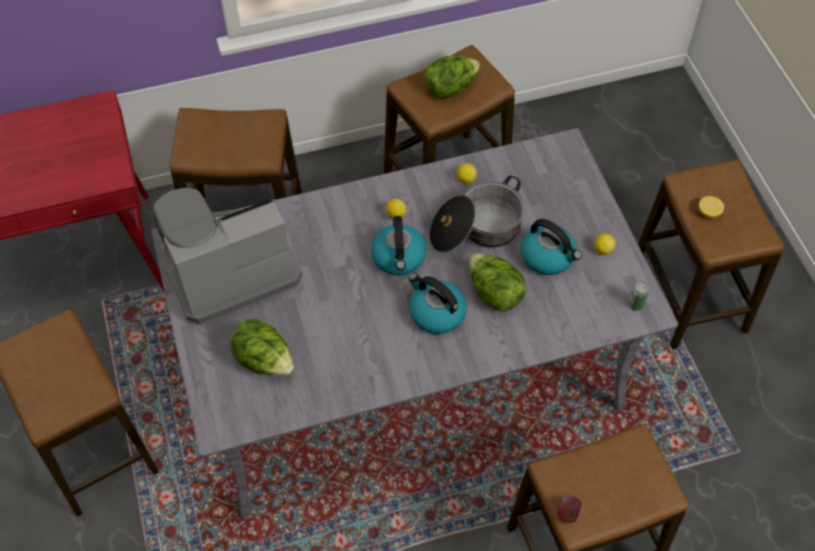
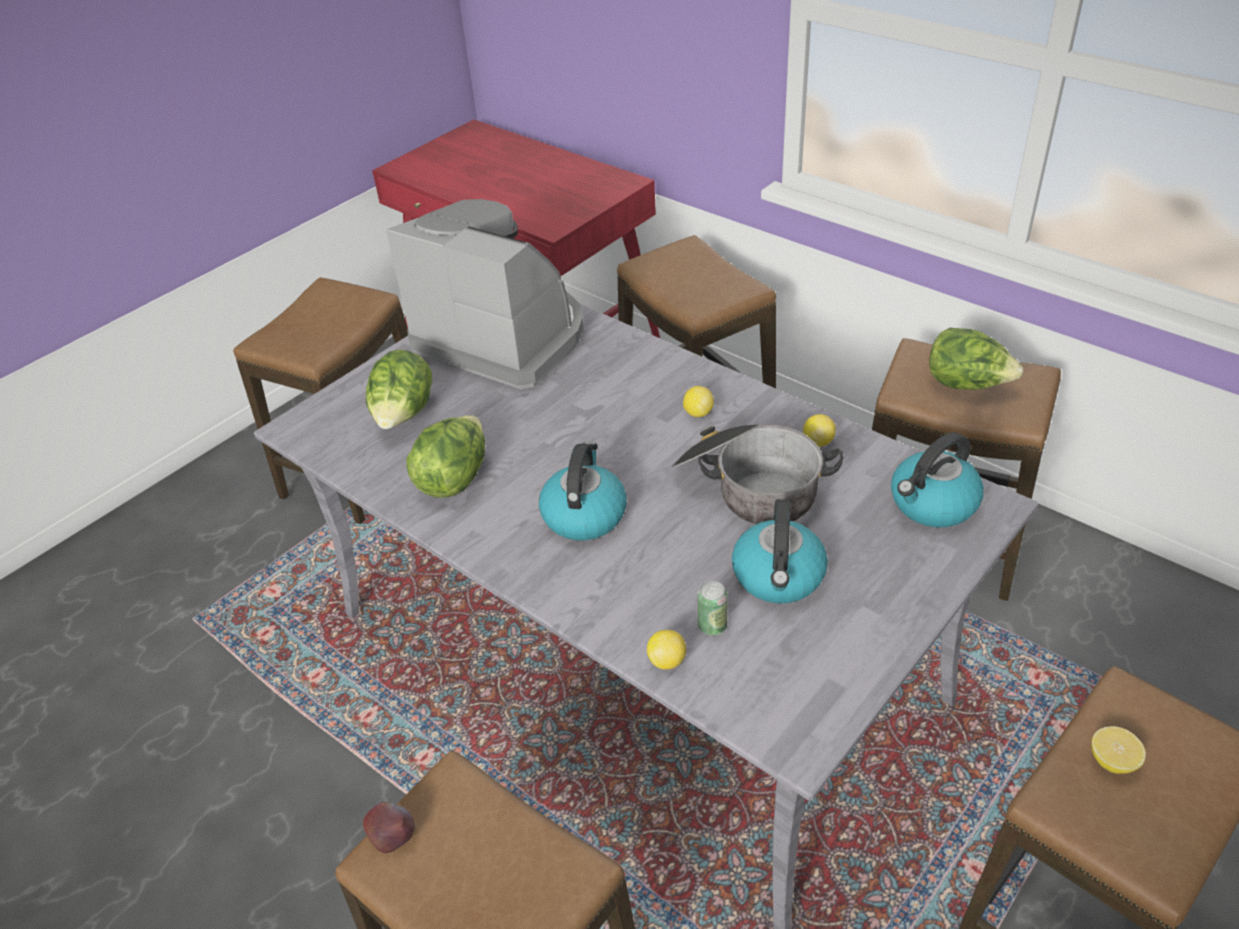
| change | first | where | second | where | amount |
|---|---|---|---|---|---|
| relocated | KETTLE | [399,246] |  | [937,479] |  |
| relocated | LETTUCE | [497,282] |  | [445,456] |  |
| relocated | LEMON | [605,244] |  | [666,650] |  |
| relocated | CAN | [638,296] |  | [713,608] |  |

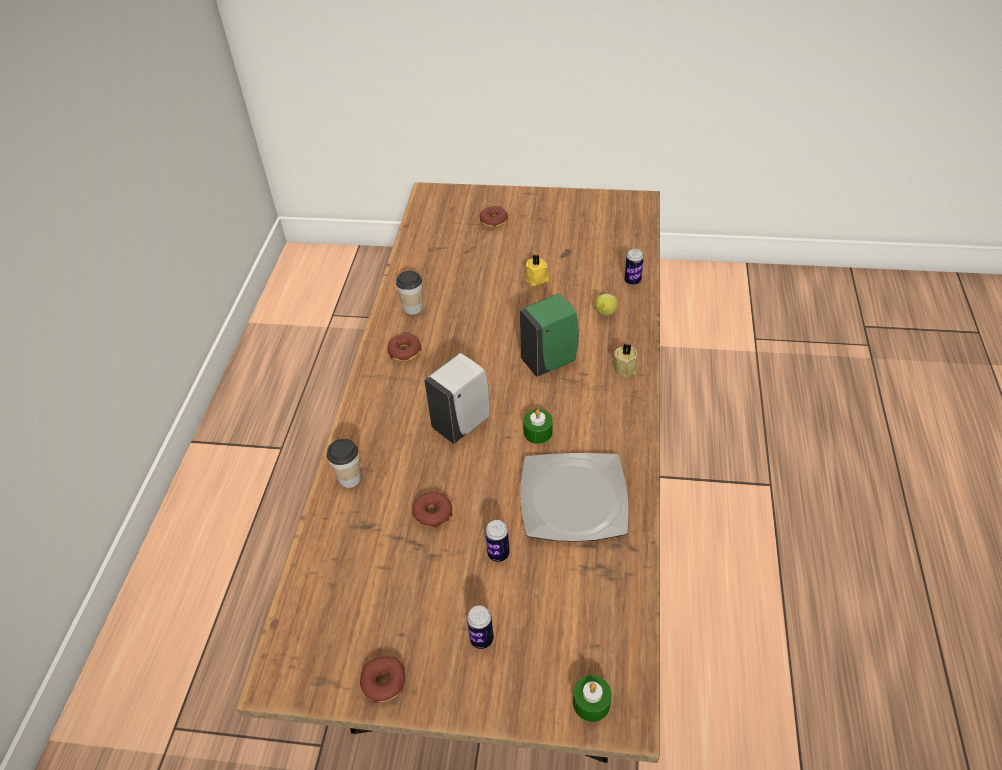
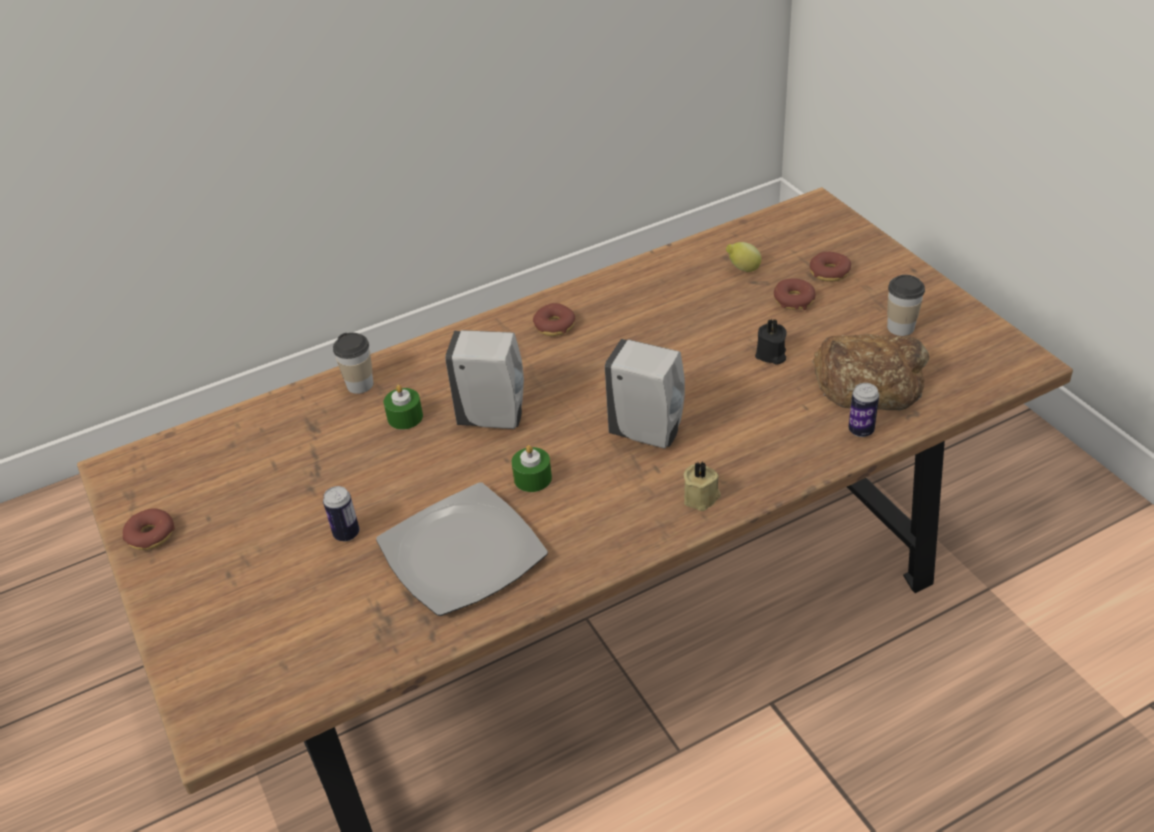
| change | first | where | second | where | amount |
|---|---|---|---|---|---|
| missing | CAN | [480,627] |  |  |  |
| appeared |  |  | BREAD | [870,372] |  |
| relocated | CUP | [409,293] |  | [906,305] |  |
| relocated | DONUT | [432,510] |  | [795,294] |  |
| relocated | GREEN CANDLE | [592,698] |  | [403,407] |  |
| relocated | LEMON | [606,304] |  | [743,257] |  |
| colour | GREEN SOAP DISPENSER | [549,335] | WHITE SOAP DISPENSER | [645,394] |  |
| colour | YELLOW CANDLE | [537,270] | BLACK CANDLE | [771,341] |  |

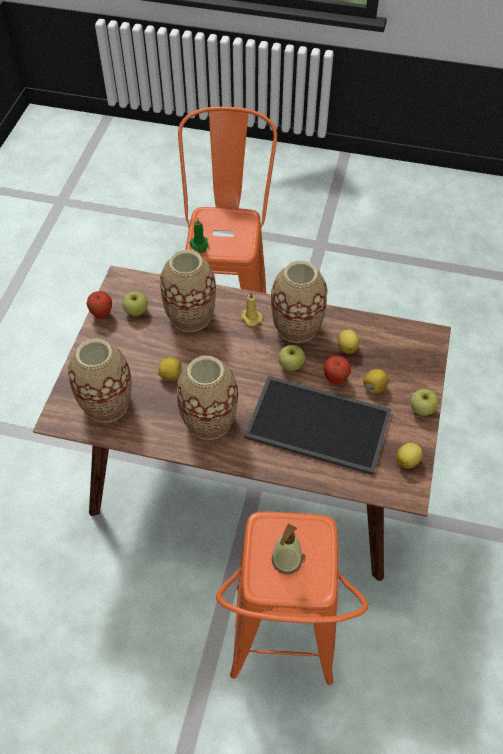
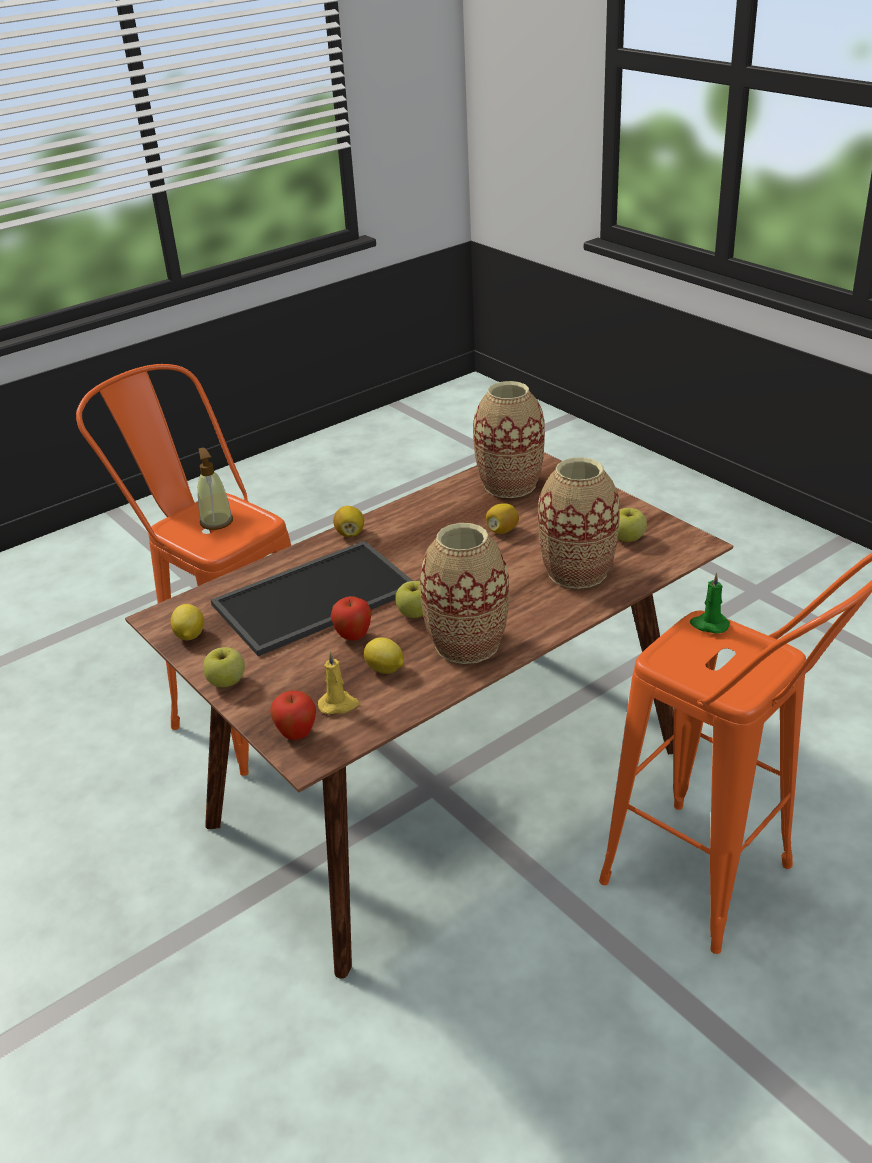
| change | first | where | second | where | amount |
|---|---|---|---|---|---|
| missing | VASE | [207,398] |  |  |  |
| relocated | APPLE | [99,305] |  | [293,715] |  |
| relocated | YELLOW CANDLE | [252,309] |  | [339,682] |  |
| relocated | LEMON | [376,381] |  | [348,521] |  |

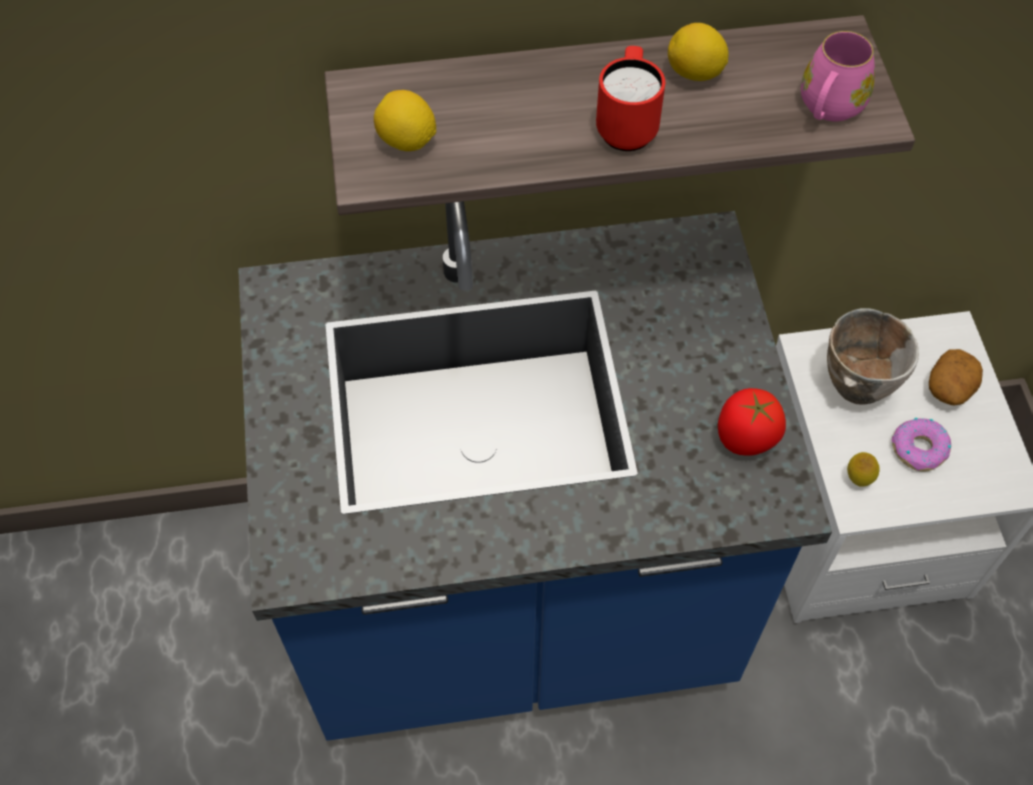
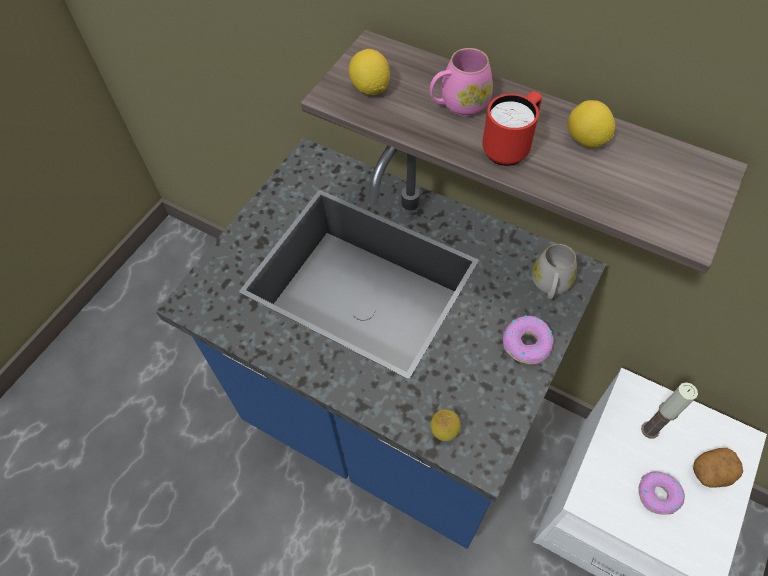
| change | first | where | second | where | amount |
|---|---|---|---|---|---|
| missing | TOMATO | [752,422] |  |  |  |
| appeared |  |  | DONUT | [528,339] |  |
| appeared |  |  | WHITE MUG | [554,271] |  |
| relocated | PINK MUG | [838,76] |  | [461,82] |  |
| relocated | LEMON | [863,469] |  | [445,425] |  |
| exchanged | BOWL | [873,356] | CANDLE | [669,410] |  |

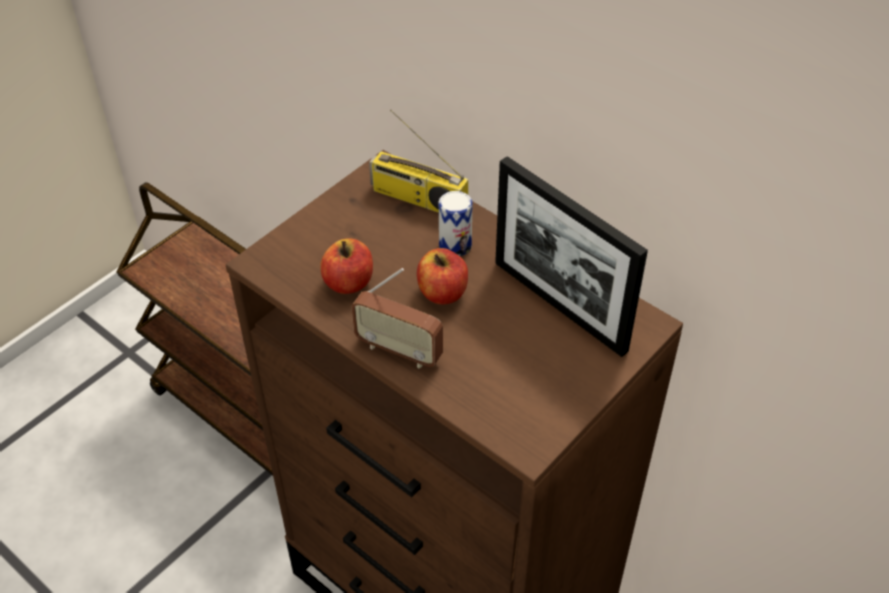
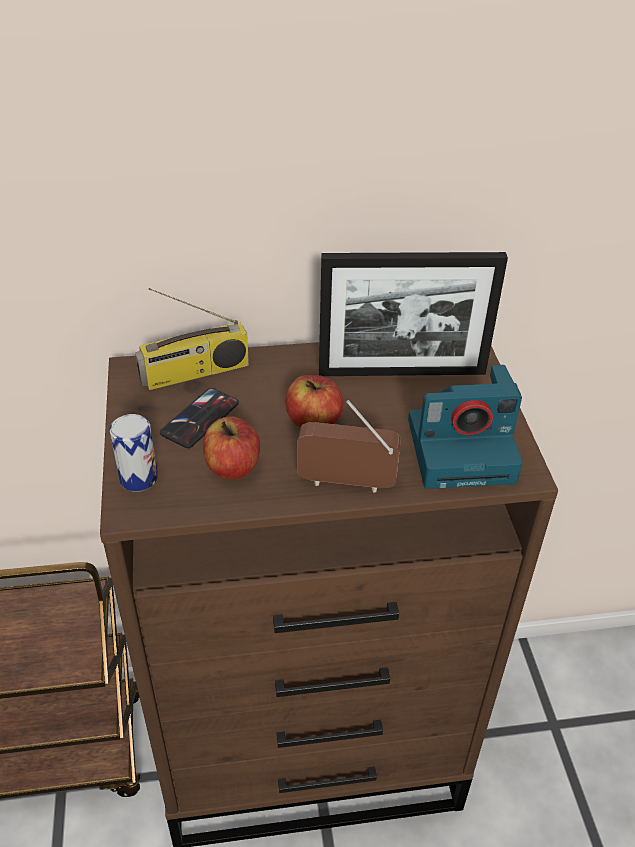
| change | first | where | second | where | amount |
|---|---|---|---|---|---|
| appeared |  |  | PHONE | [199,418] |  |
| appeared |  |  | PHOTO CAMERA | [465,427] |  |
| relocated | CAN | [455,223] |  | [133,453] |  |
| spun | RADIO | [397,318] |  | [349,446] | 150 degrees counterclockwise |

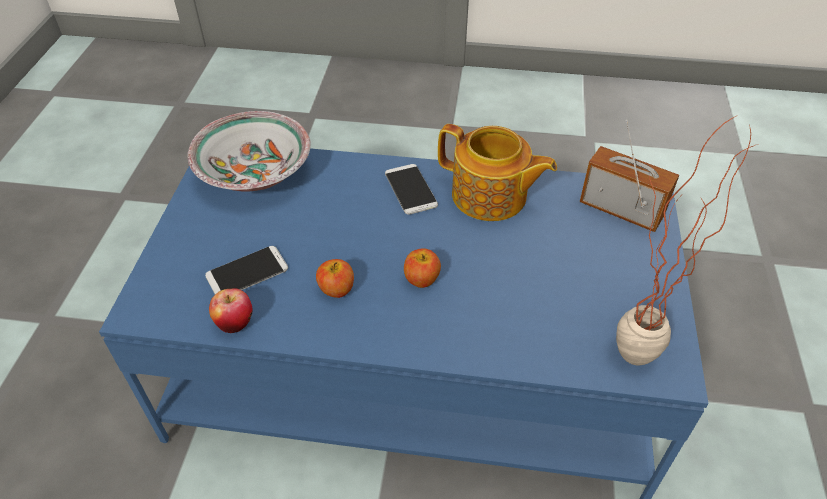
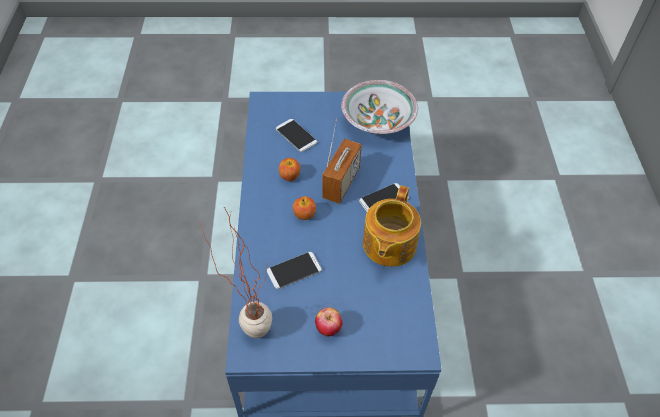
| change | first | where | second | where | amount |
|---|---|---|---|---|---|
| appeared |  |  | PHONE | [294,270] |  |
| relocated | APPLE | [231,310] |  | [328,322] |  |
| relocated | RADIO | [629,176] |  | [342,161] |  |

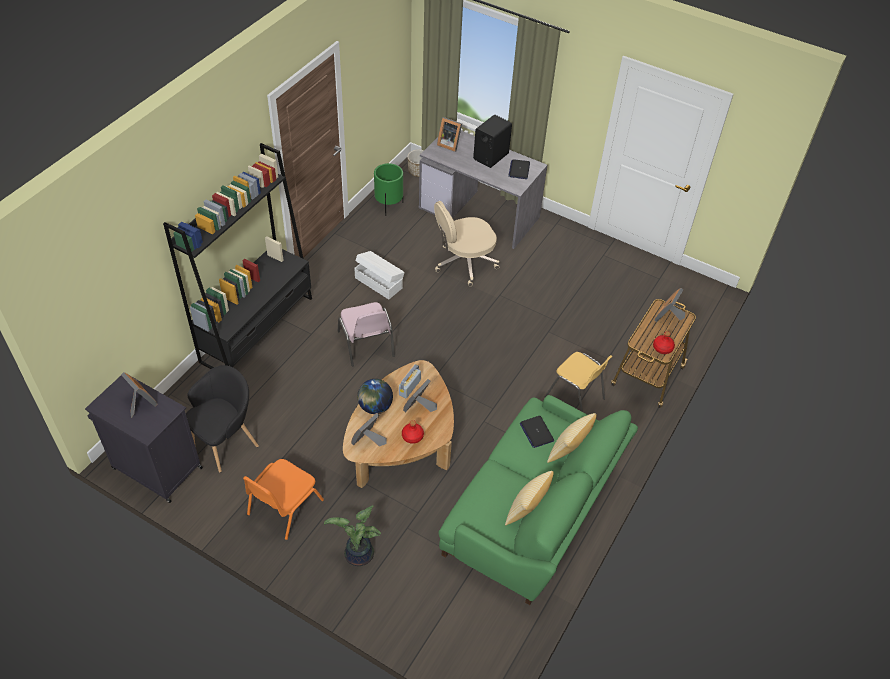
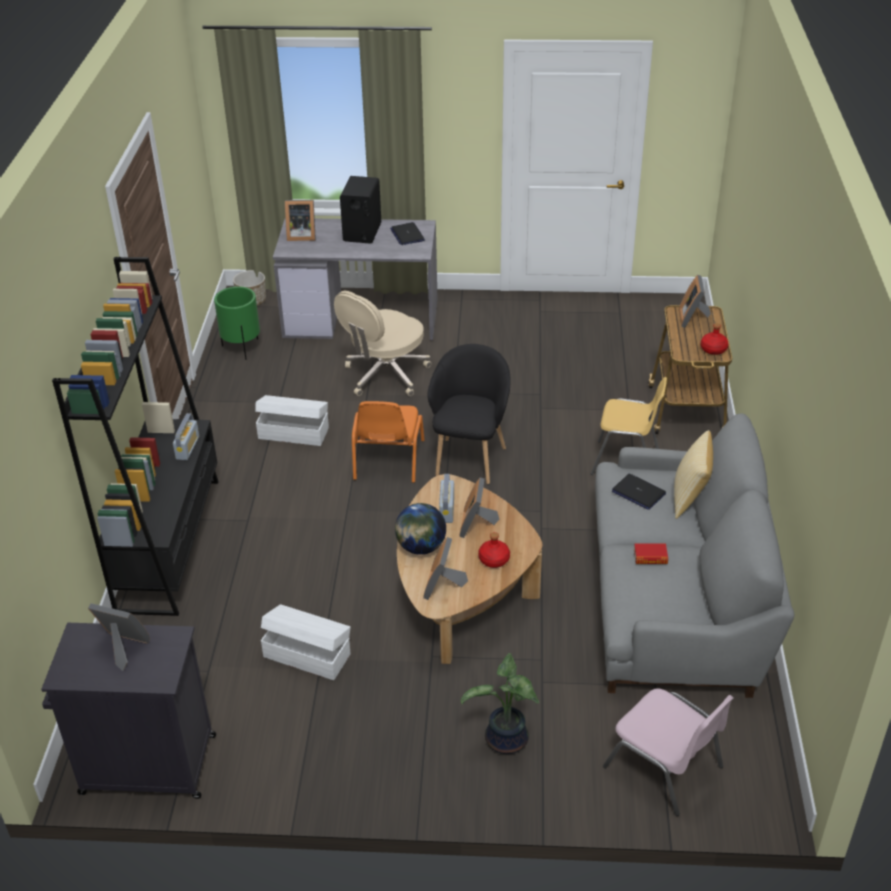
| change | first | where | second | where | amount |
|---|---|---|---|---|---|
| missing | PILLOW | [529,498] |  |  |  |
| appeared |  |  | RADIO | [186,436] |  |
| appeared |  |  | WHITE STORAGE BOX | [305,642] |  |
| appeared |  |  | BOOK | [651,553] |  |
| relocated | BLACK ARMCHAIR | [222,419] |  | [469,414] |  |
| relocated | ORANGE CHAIR | [283,499] |  | [388,442] |  |
| relocated | PINK CHAIR | [366,334] |  | [668,752] |  |
| colour | GREEN SOFA | [538,500] | GREY SOFA | [694,555] |  |

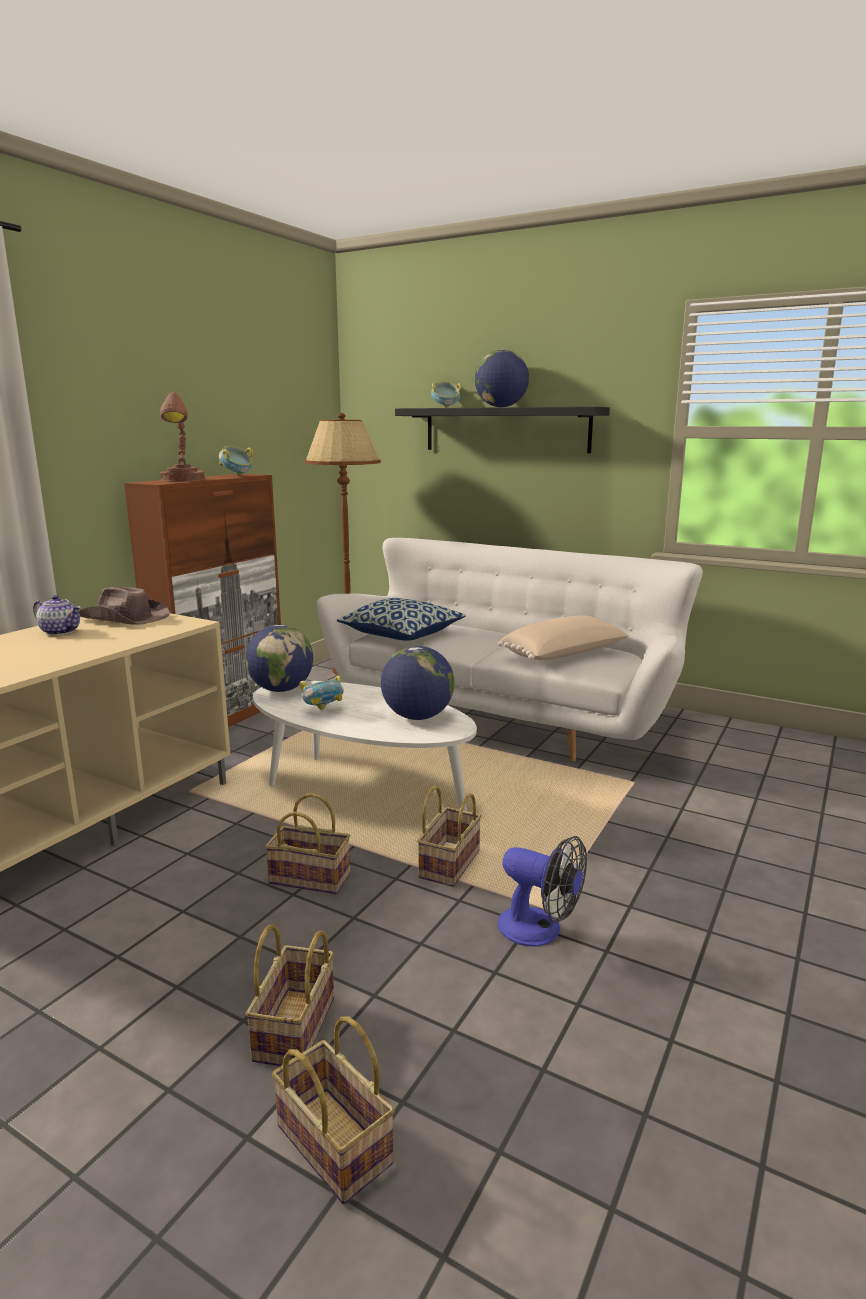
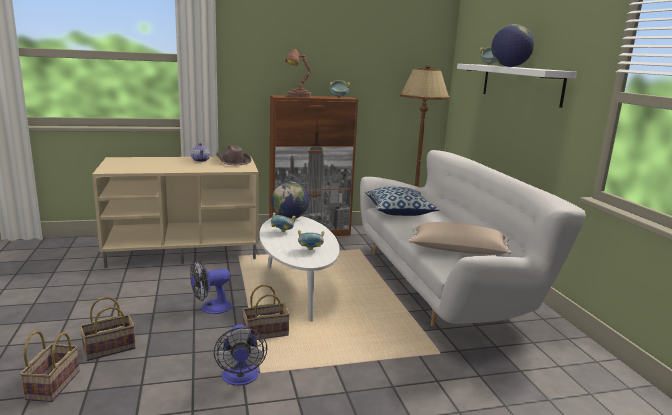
| change | first | where | second | where | amount |
|---|---|---|---|---|---|
| exchanged | BASKET | [307,843] | FAN | [211,287] |  |
| exchanged | GLOBE | [418,683] | BOWL | [311,240] |  |
| colour | BLACK SHELF | [502,430] | WHITE SHELF | [517,86] |  |

